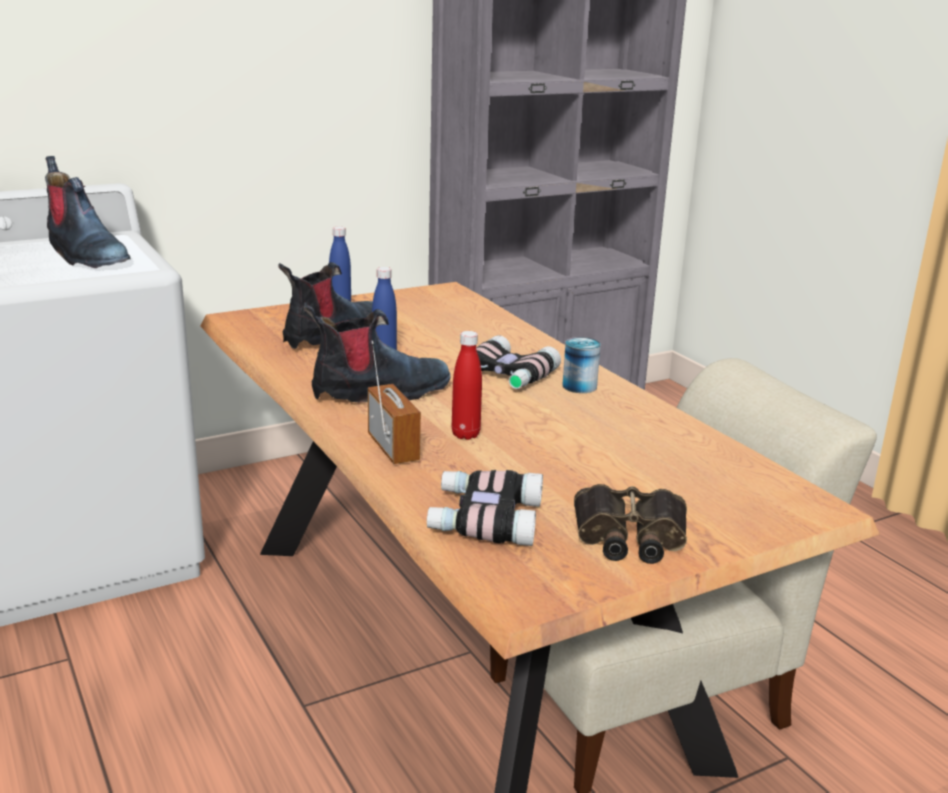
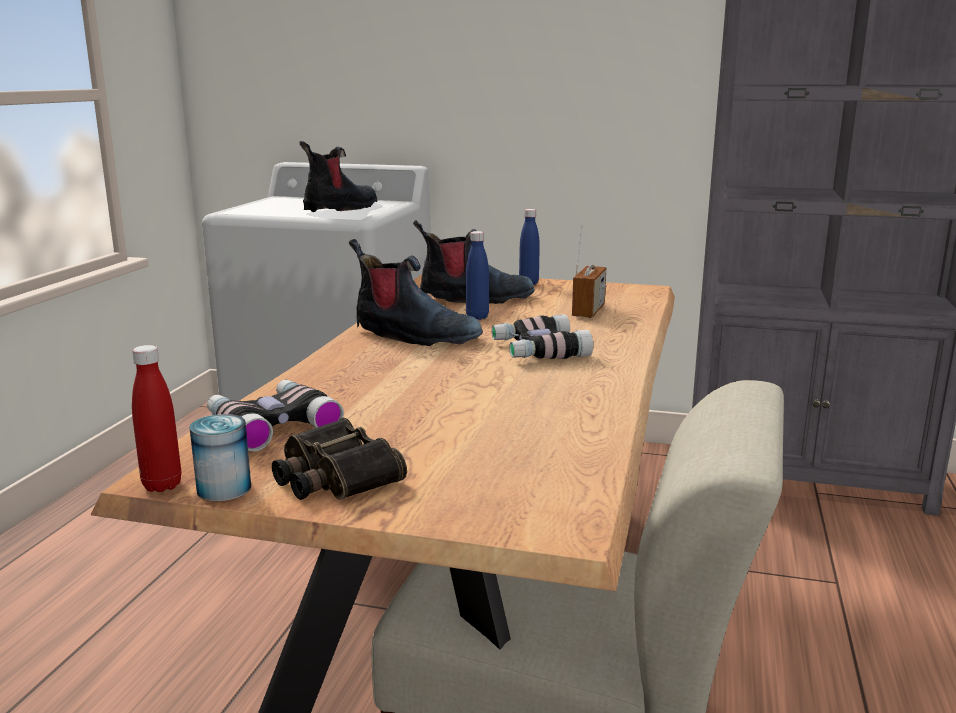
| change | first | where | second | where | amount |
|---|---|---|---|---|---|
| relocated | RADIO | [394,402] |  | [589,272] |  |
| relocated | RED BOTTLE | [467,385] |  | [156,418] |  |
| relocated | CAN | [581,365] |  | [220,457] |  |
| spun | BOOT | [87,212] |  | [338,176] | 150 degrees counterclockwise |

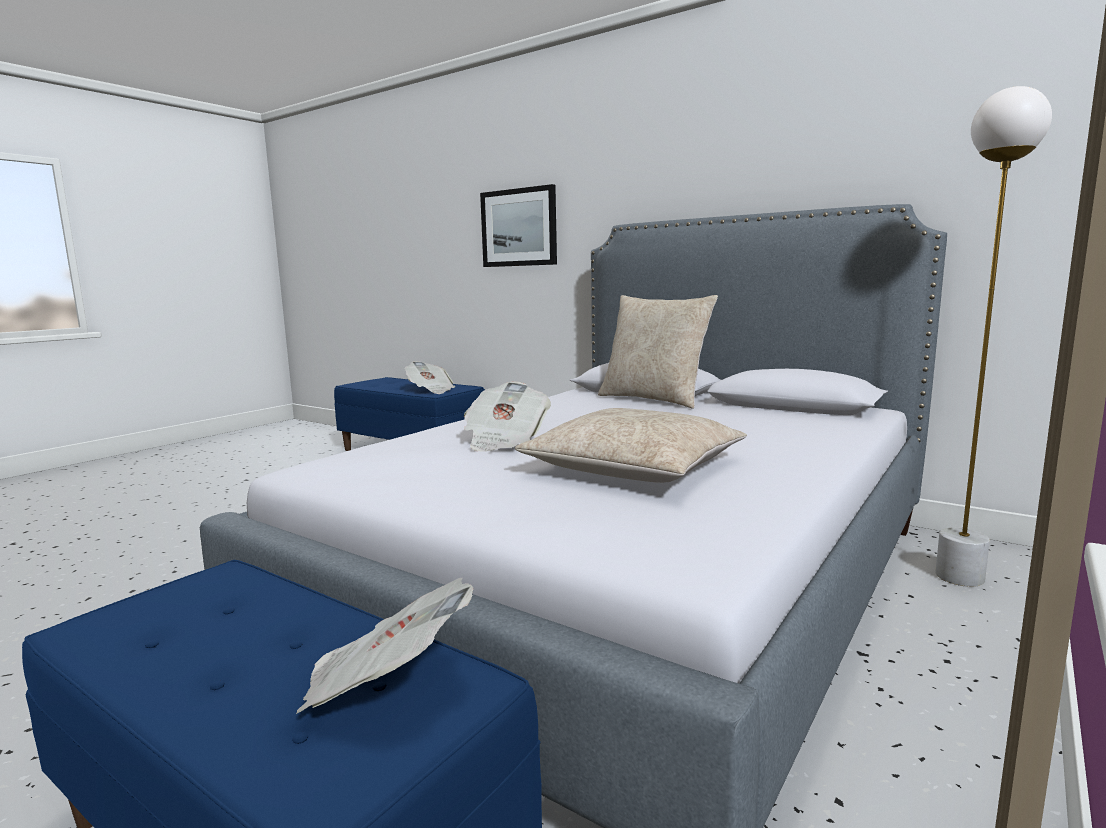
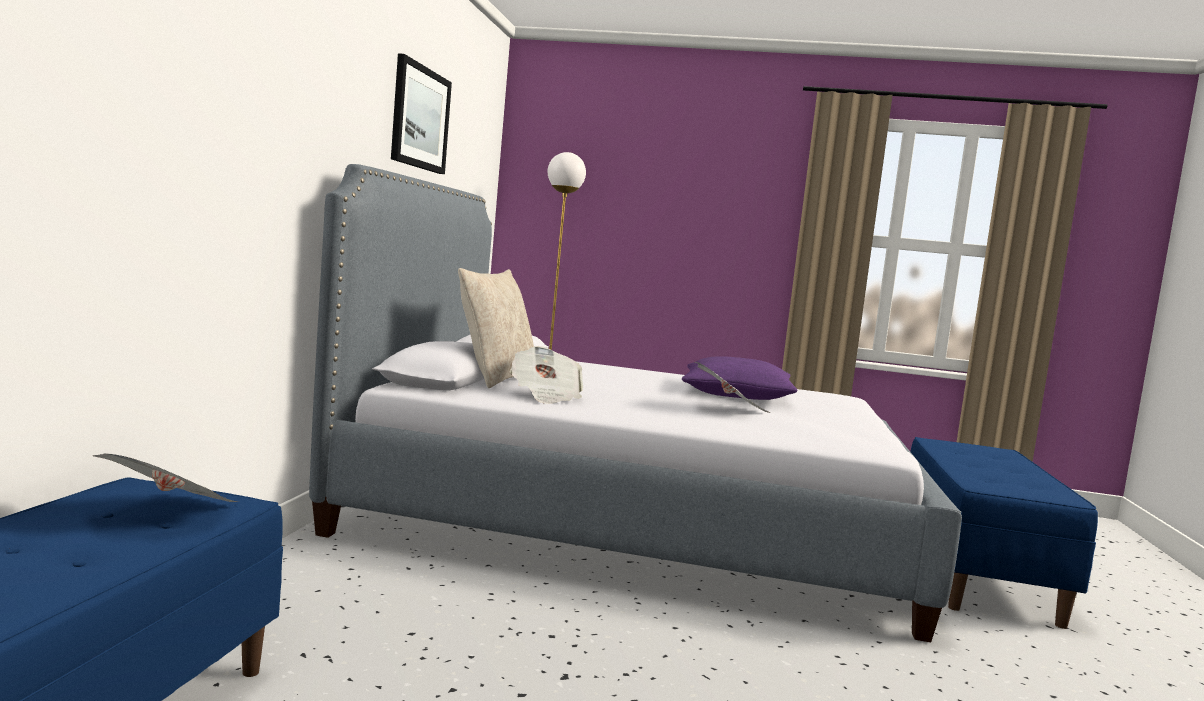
| change | first | where | second | where | amount |
|---|---|---|---|---|---|
| relocated | NEWSPAPER | [384,646] |  | [546,375] |  |
| relocated | PICTURE | [518,225] |  | [421,113] |  |
| colour | BEIGE PILLOW | [631,445] | PURPLE PILLOW | [739,378] |  |

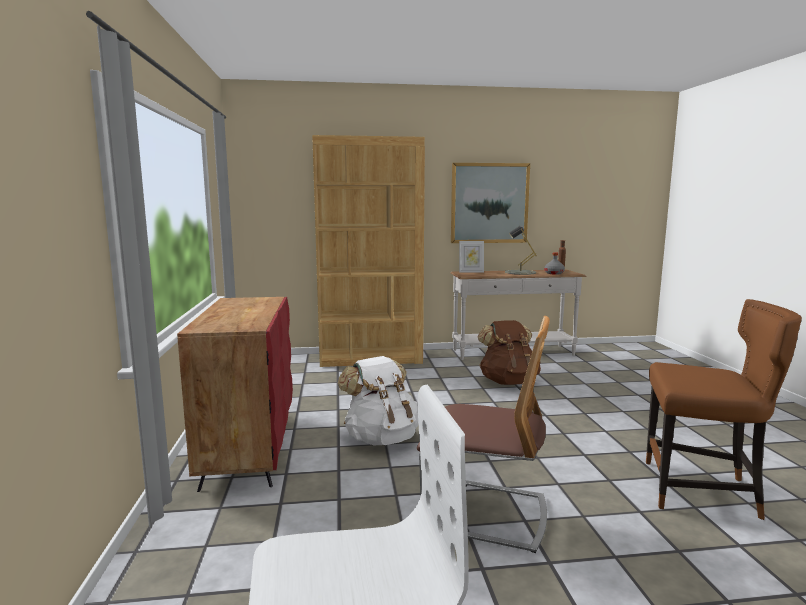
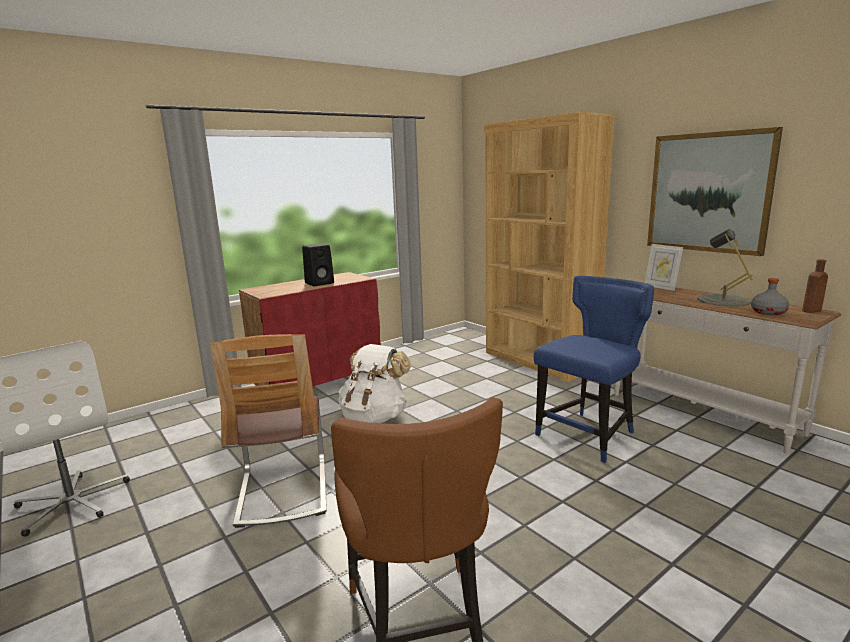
| change | first | where | second | where | amount |
|---|---|---|---|---|---|
| appeared |  |  | BLACK SPEAKER | [318,264] |  |
| exchanged | BROWN BACKPACK | [509,352] | BLUE CHAIR | [594,369] |  |

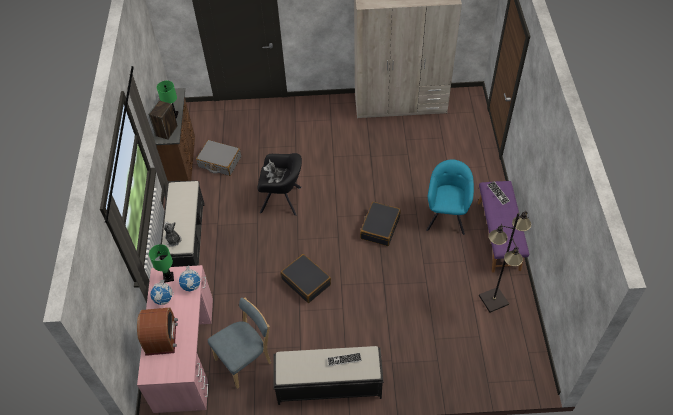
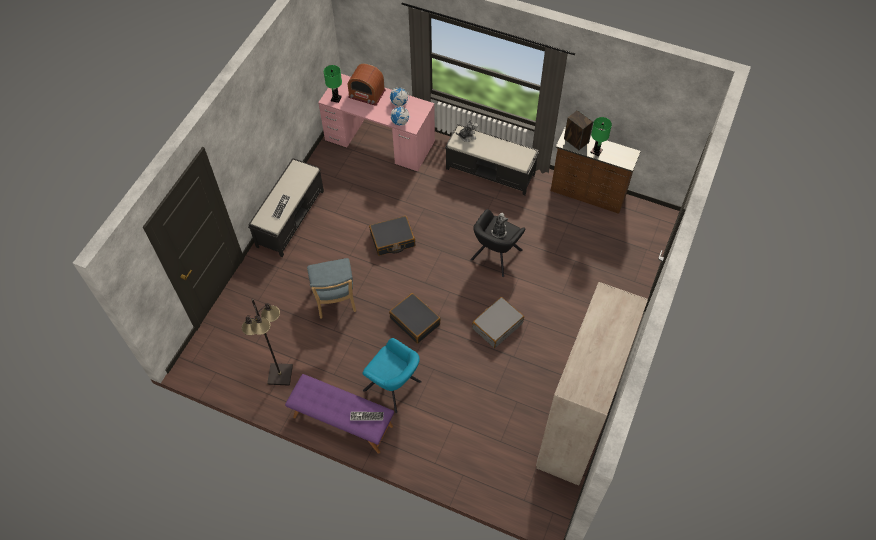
| change | first | where | second | where | amount |
|---|---|---|---|---|---|
| relocated | GREEN TABLE LAMP | [161,263] |  | [333,84] |  |
| relocated | GREY SUITCASE | [218,158] |  | [498,322] |  |
| relocated | BLUE CHAIR | [239,343] |  | [331,288] |  |

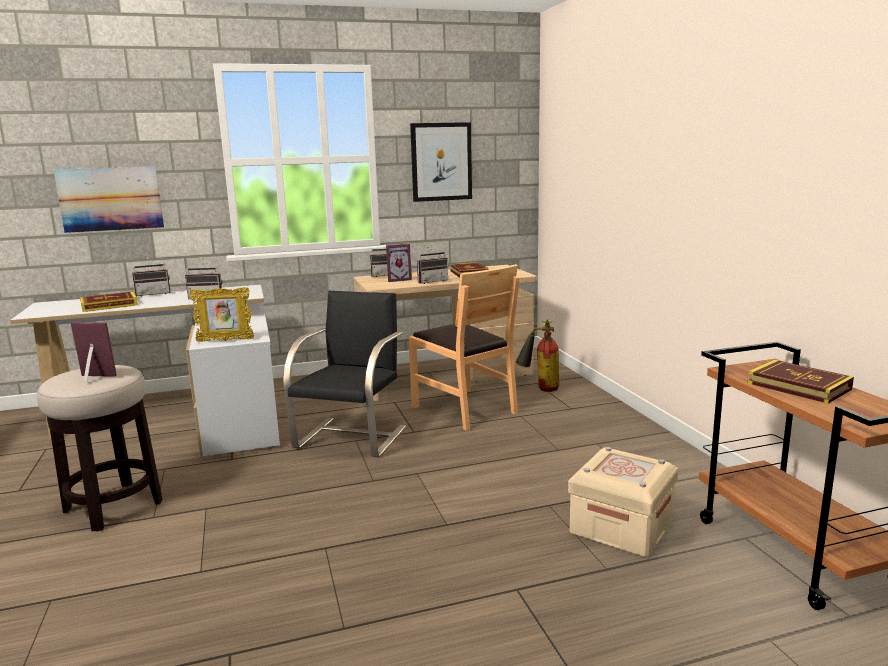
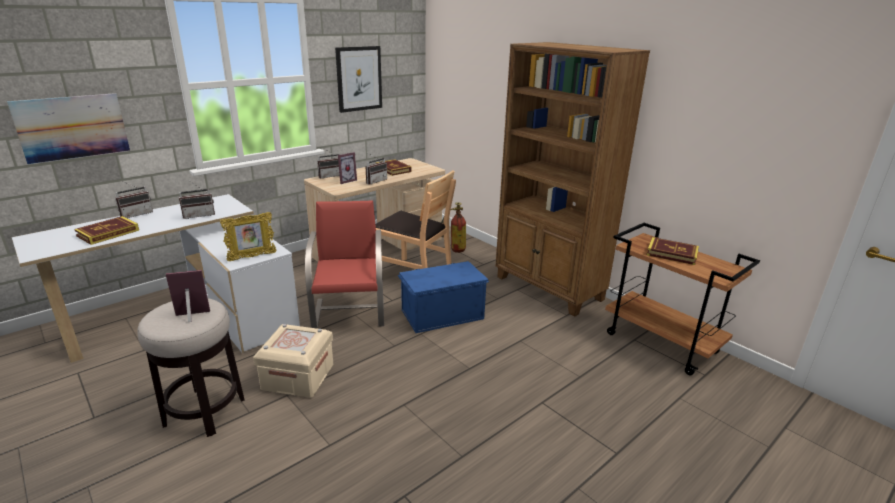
| change | first | where | second | where | amount |
|---|---|---|---|---|---|
| appeared |  |  | BLUE STORAGE BOX | [443,297] |  |
| appeared |  |  | BROWN BOOKCASE | [573,179] |  |
| relocated | BEIGE STORAGE BOX | [623,502] |  | [293,361] |  |
| colour | BLACK CHAIR | [344,374] | RED CHAIR | [344,265] |  |

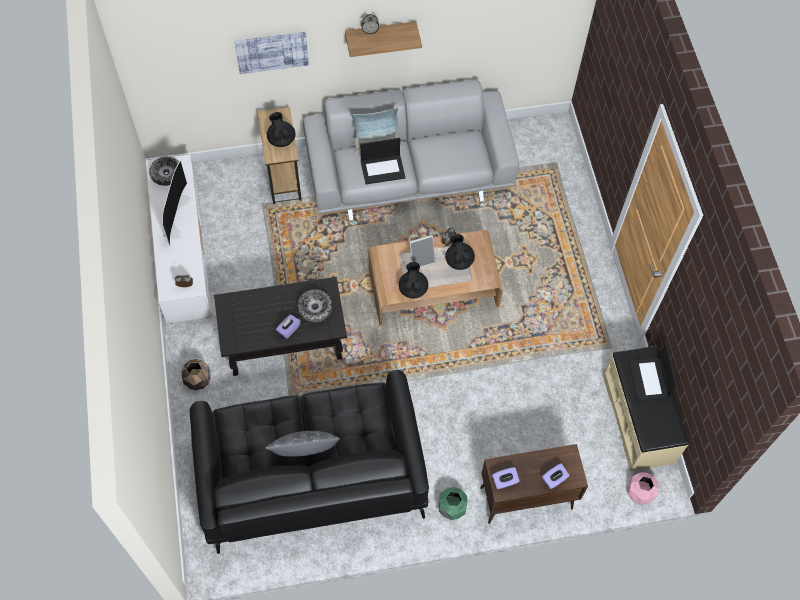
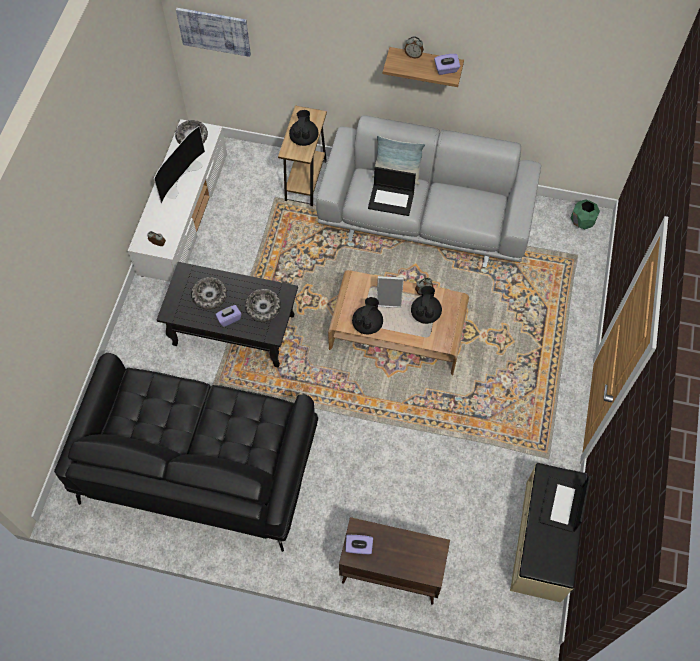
| change | first | where | second | where | amount |
|---|---|---|---|---|---|
| missing | BROWN PLANTER | [196,374] |  |  |  |
| missing | GREY PILLOW | [302,444] |  |  |  |
| missing | PINK PLANTER | [643,488] |  |  |  |
| appeared |  |  | BOWL | [209,293] |  |
| relocated | PICTURE | [271,53] |  | [213,32] |  |
| relocated | GREEN PLANTER | [453,503] |  | [585,214] |  |
| relocated | PURPLE TISSUE BOX | [556,476] |  | [447,64] |  |

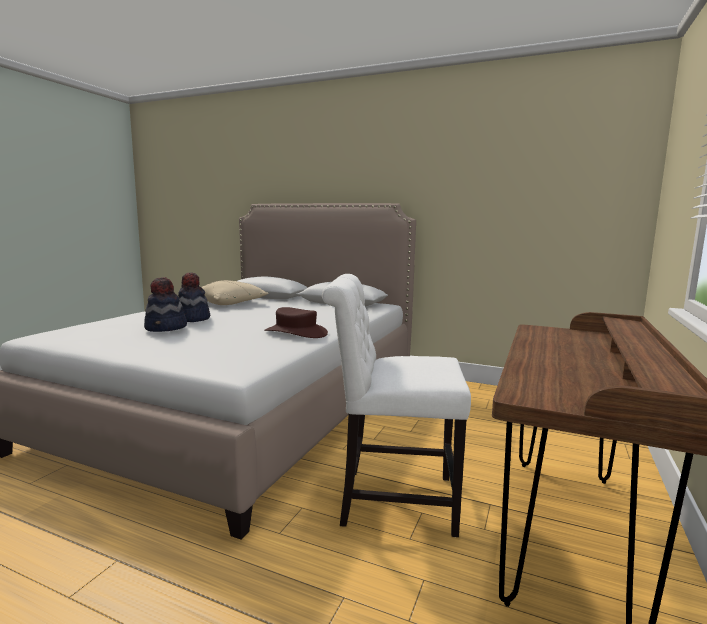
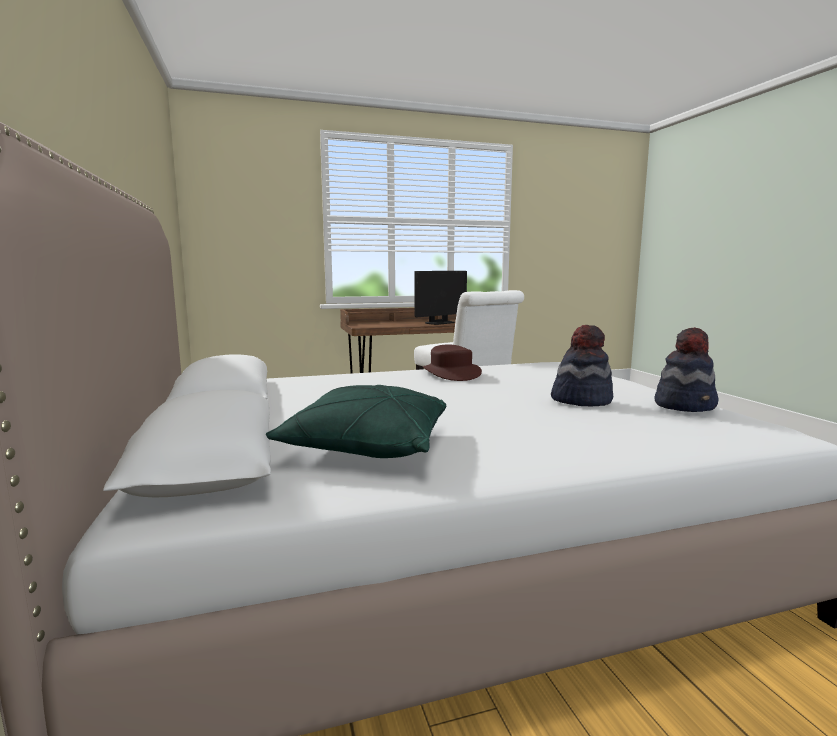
| change | first | where | second | where | amount |
|---|---|---|---|---|---|
| appeared |  |  | MONITOR | [441,298] |  |
| relocated | HAT | [194,297] |  | [686,369] |  |
| colour | BEIGE PILLOW | [235,292] | GREEN PILLOW | [356,421] |  |

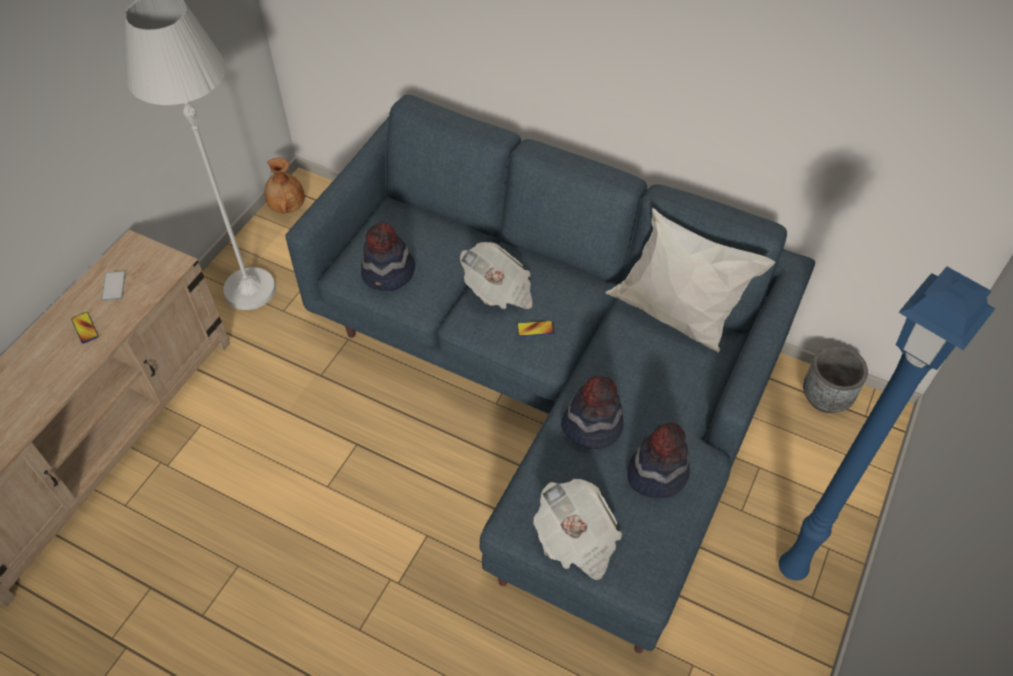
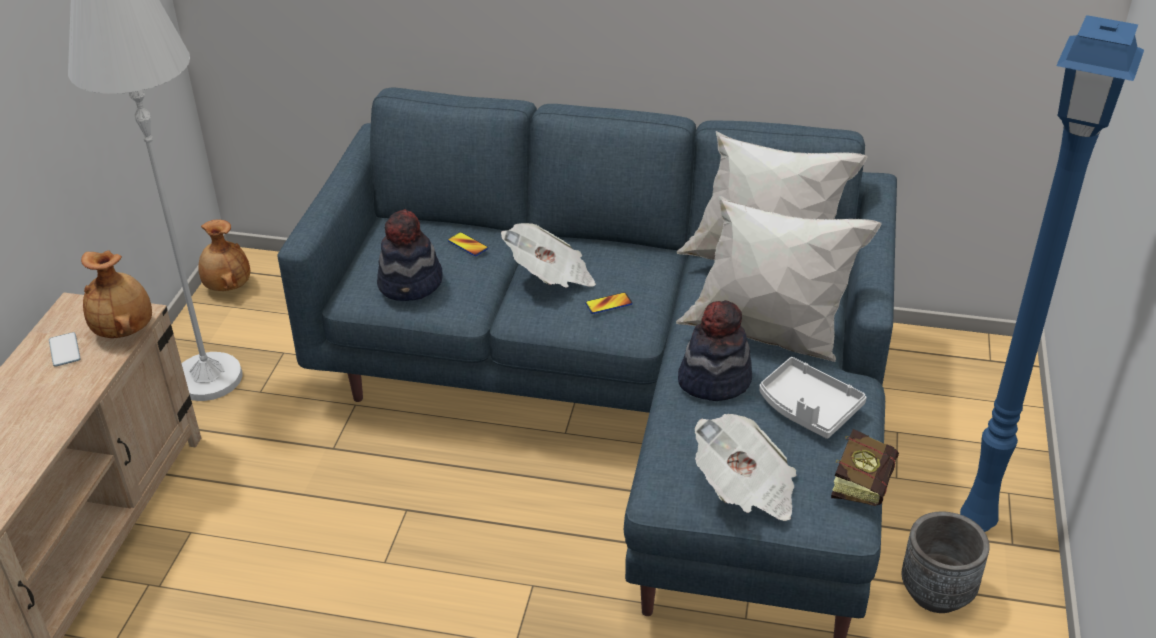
| change | first | where | second | where | amount |
|---|---|---|---|---|---|
| appeared |  |  | BROWN VASE | [116,294] |  |
| appeared |  |  | WHITE PILLOW | [779,278] |  |
| appeared |  |  | BOOK | [865,467] |  |
| relocated | PHONE | [85,328] |  | [468,244] |  |
| relocated | GREY PLANTER | [835,379] |  | [946,562] |  |
| exchanged | HAT | [658,460] | GREY TRAY | [813,398] |  |

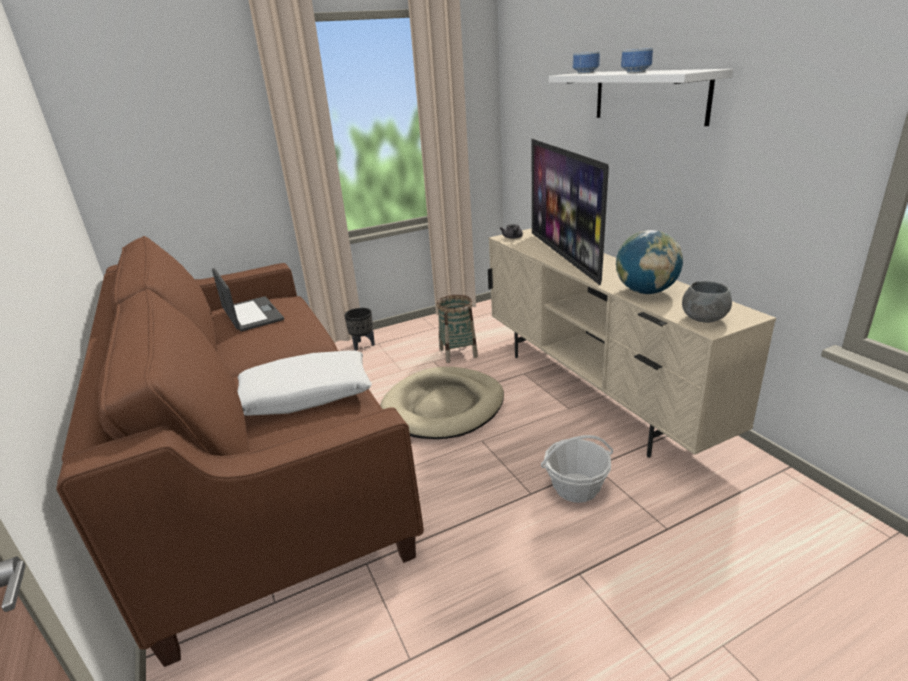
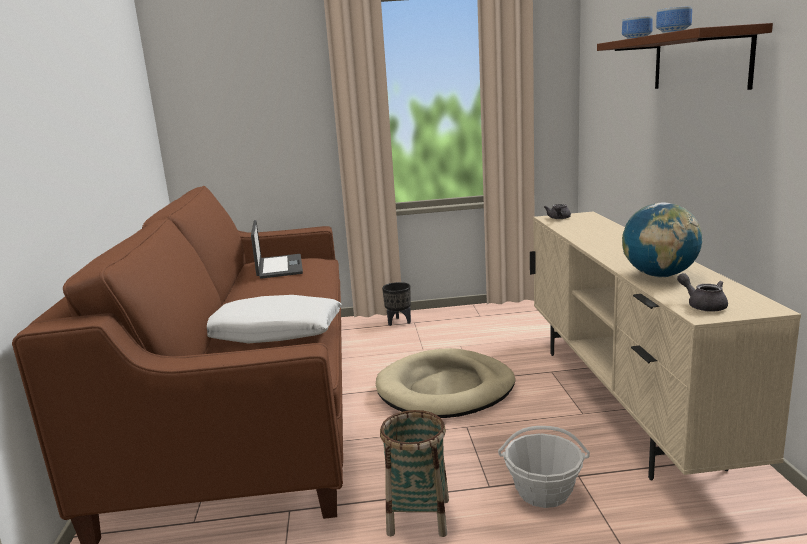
| change | first | where | second | where | amount |
|---|---|---|---|---|---|
| missing | TELEVISION | [570,212] |  |  |  |
| relocated | BASKET | [457,329] |  | [414,473] |  |
| exchanged | GREY BOWL | [707,302] | GREY TEAPOT | [702,292] |  |
| colour | WHITE SHELF | [641,97] | BROWN SHELF | [685,56] |  |

